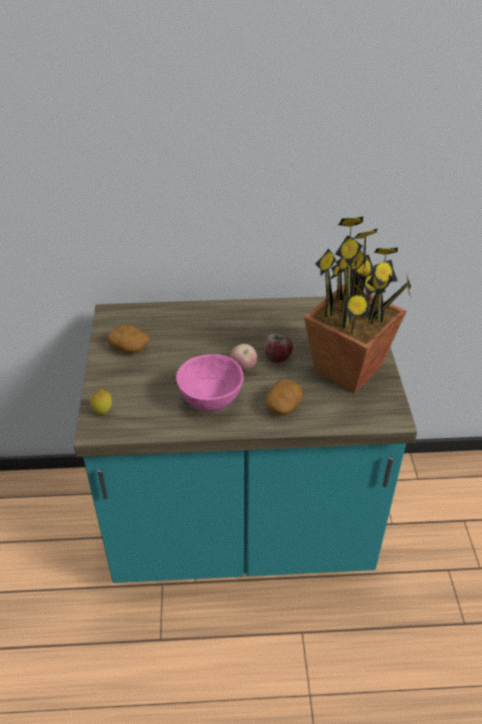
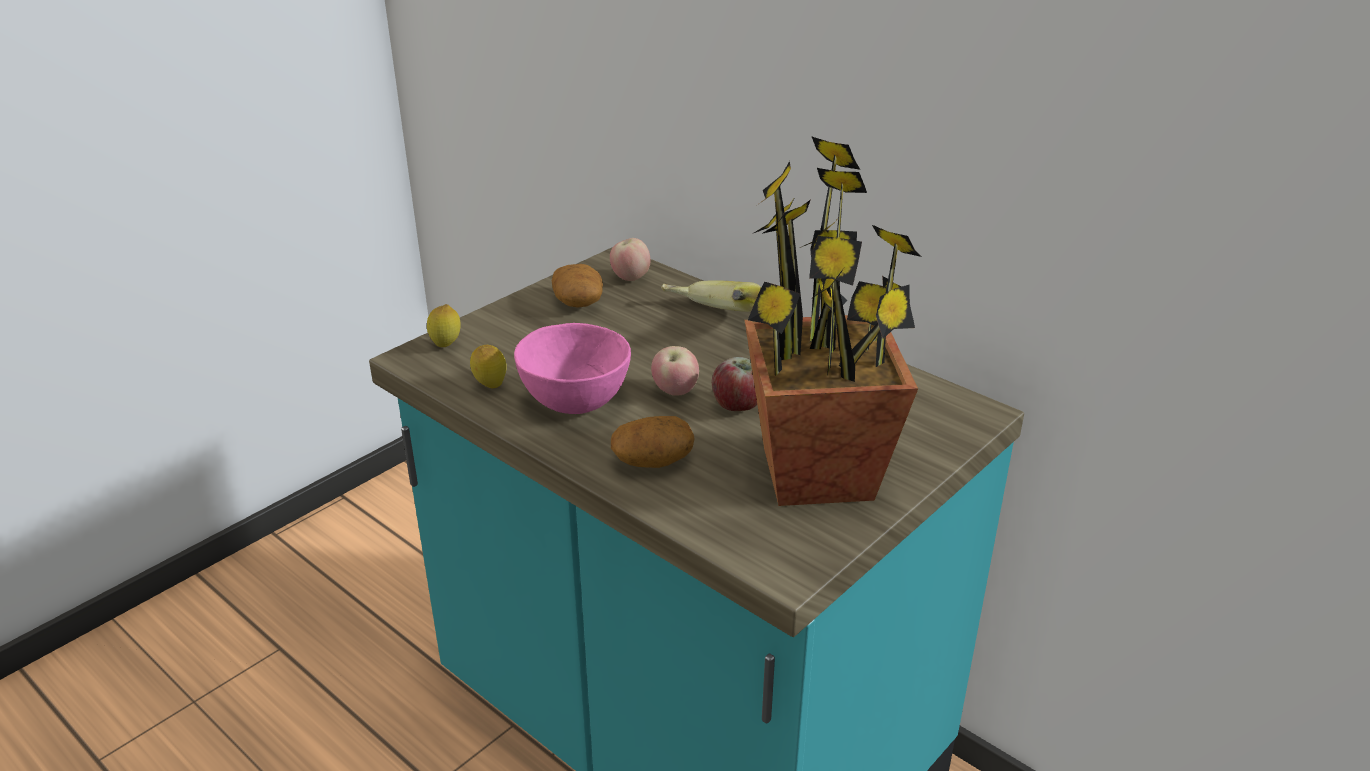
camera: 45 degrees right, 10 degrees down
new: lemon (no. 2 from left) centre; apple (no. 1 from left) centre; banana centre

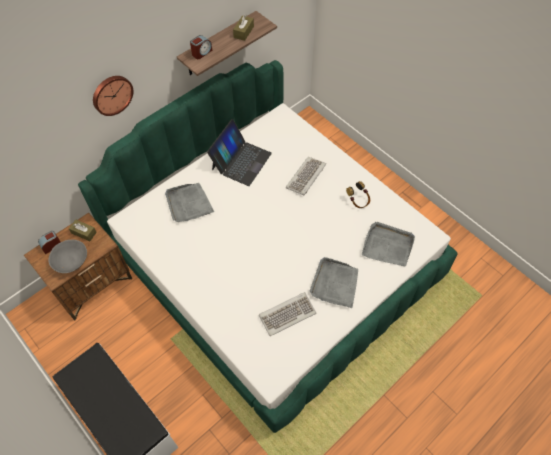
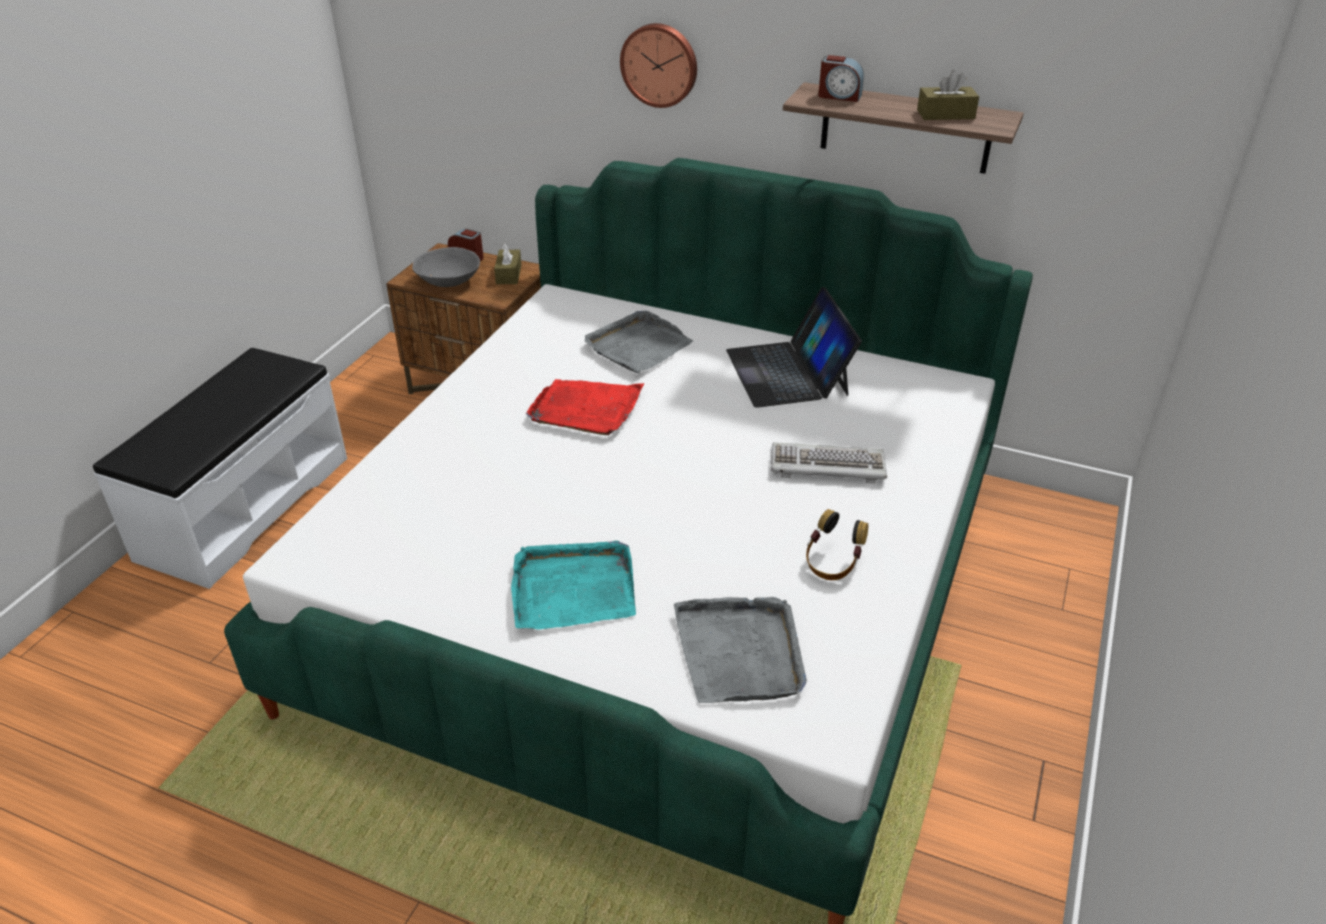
camera: 65 degrees right, 20 degrees down
gone: keyboard (no. 1 from left) bottom centre
new: red tray centre
repainted: grey tray (no. 2 from left) centre to turquoise tray centre
rotated: laptop centre = centre 75 degrees clockwise

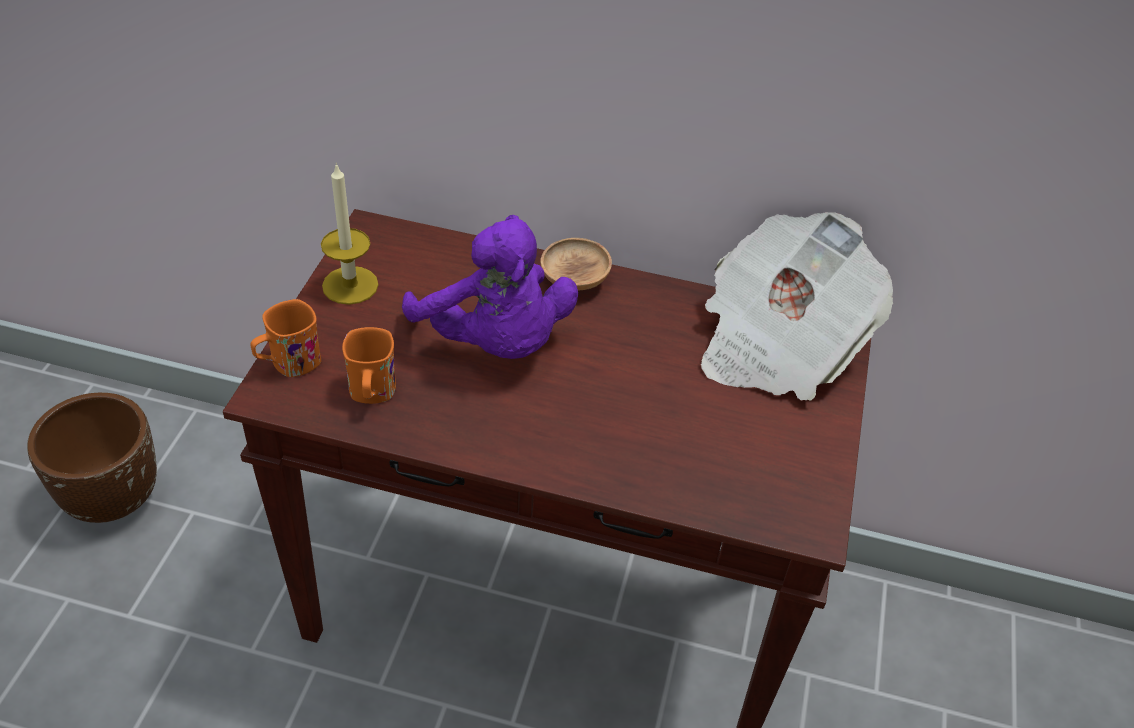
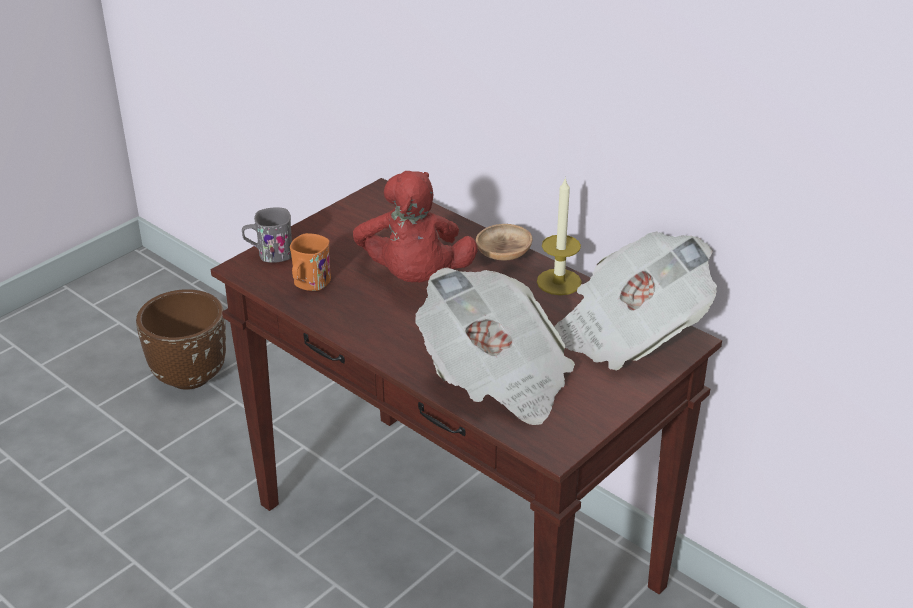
camera: 30 degrees right, 10 degrees down
new: newspaper (no. 1 from left) centre
shifted: candle top left to centre
repainted: orange mug (no. 1 from left) middle left to grey mug middle left; purple plush toy centre to red plush toy centre

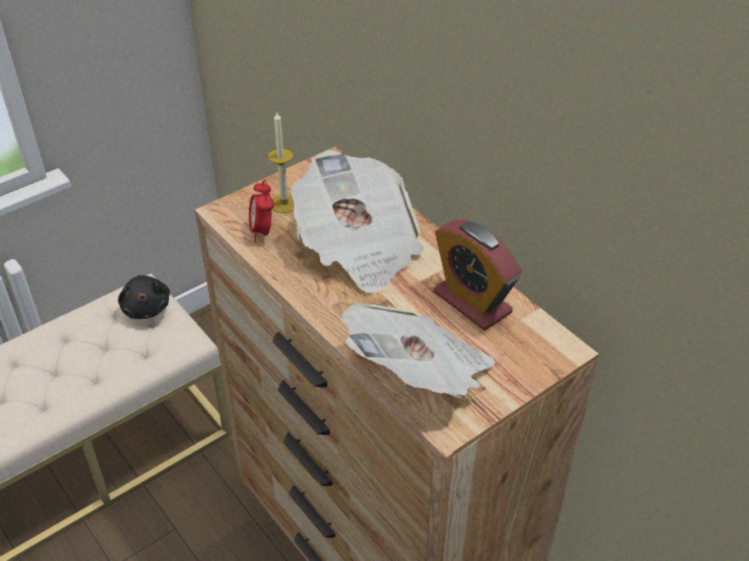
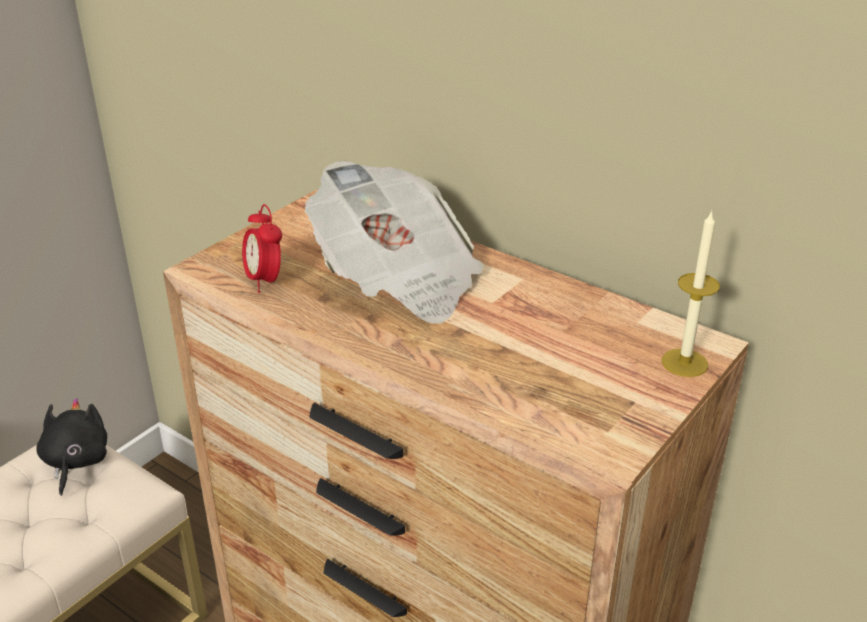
camera: 15 degrees left, 10 degrees down
gone: newspaper (no. 2 from left) centre; alarm clock (no. 2 from left) centre
shifted: candle top centre to middle right
rotated: black plush toy middle left = bottom left 150 degrees counterclockwise

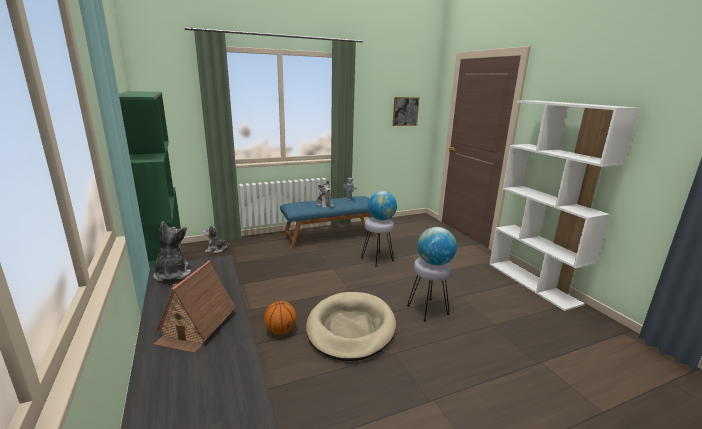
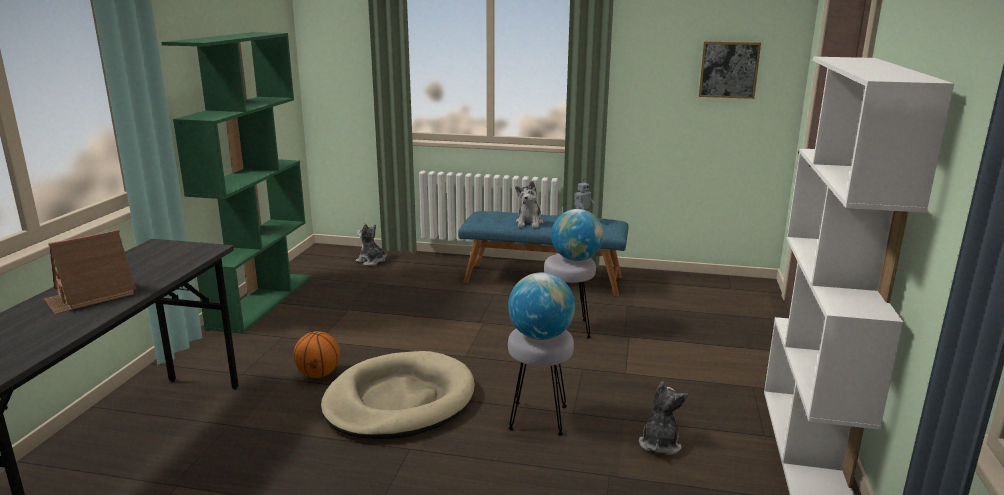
camera: 35 degrees right, 0 degrees up
shifted: plush toy (no. 1 from left in the first image) middle left to plush toy (no. 3 from left) bottom centre

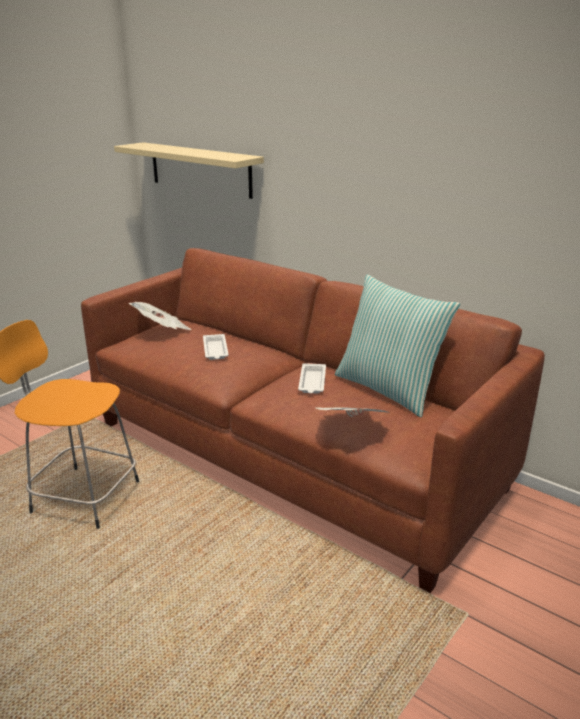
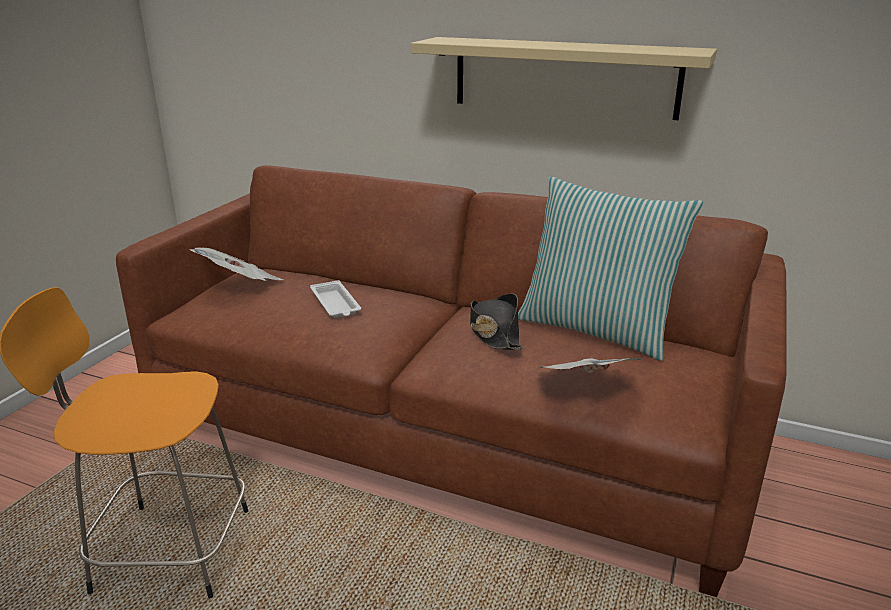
camera: 15 degrees left, 0 degrees up
shifted: beige shelf top left to top centre
swapped: white tray (no. 2 from left) centre to black hat centre

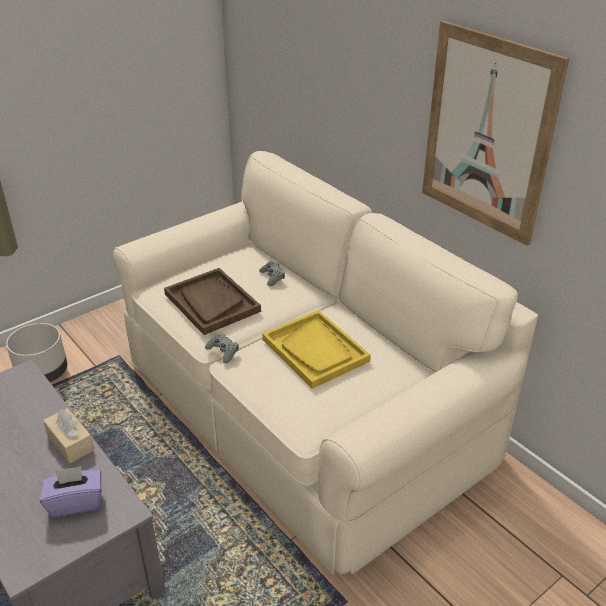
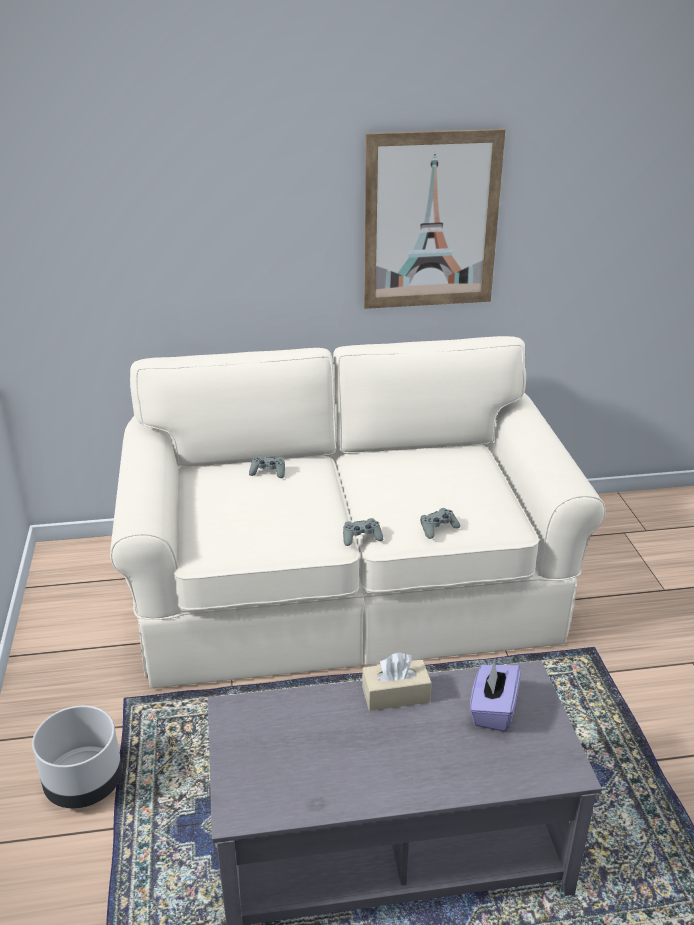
camera: 60 degrees left, 5 degrees down
gone: brown tray centre; yellow tray centre
new: grey game controller (no. 3 from left) centre

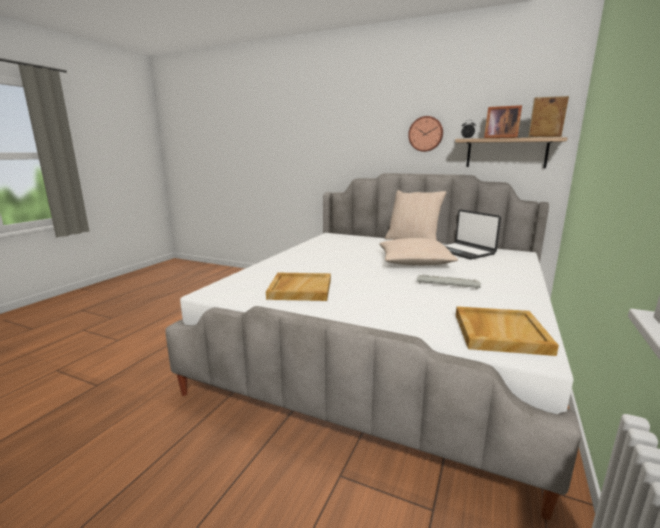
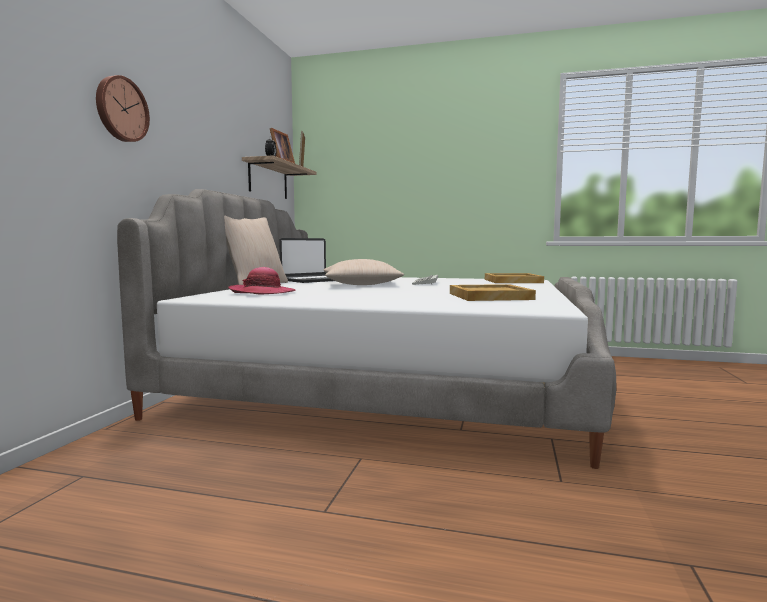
camera: 100 degrees left, 10 degrees down
new: hat centre
shifted: wall clock top centre to top left

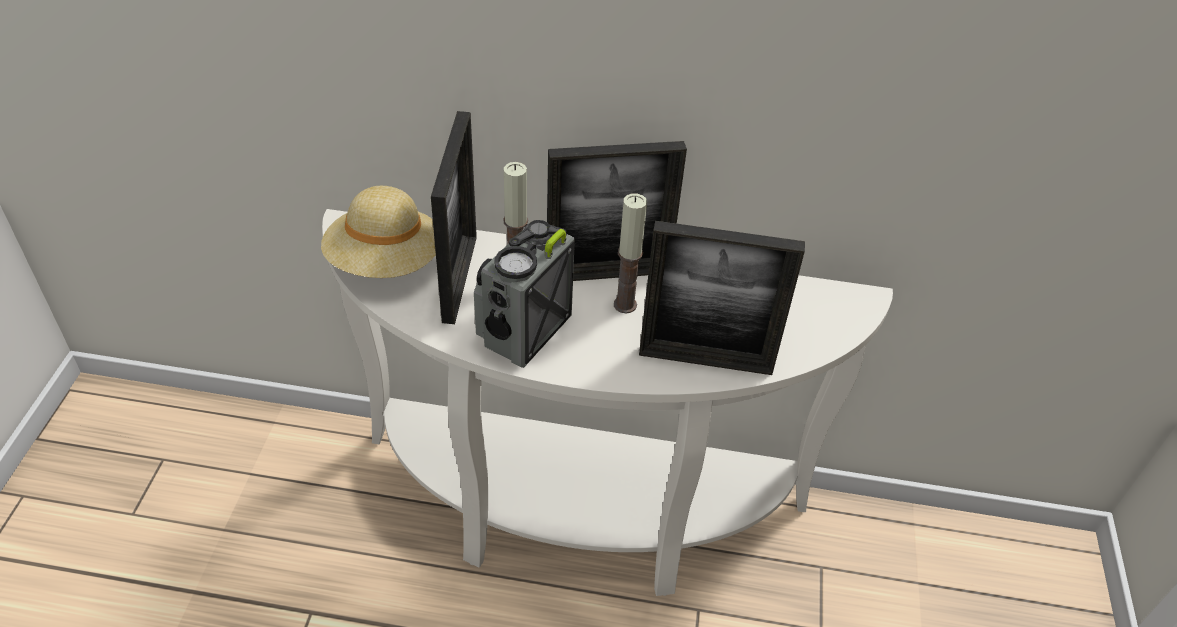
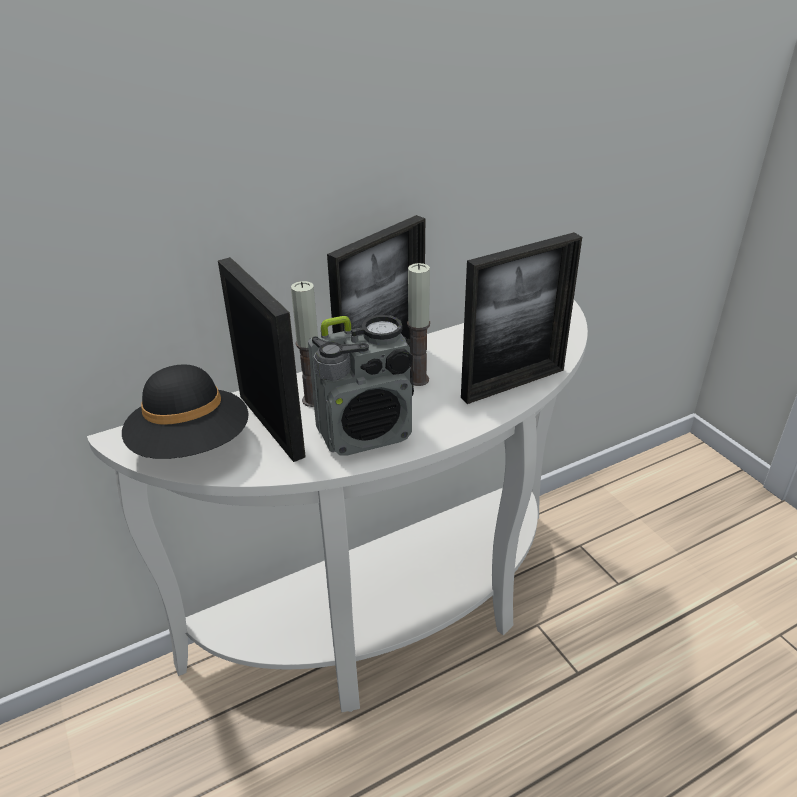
camera: 35 degrees left, 10 degrees down
repainted: beige hat middle left to black hat middle left
rotated: radio centre = centre 105 degrees counterclockwise

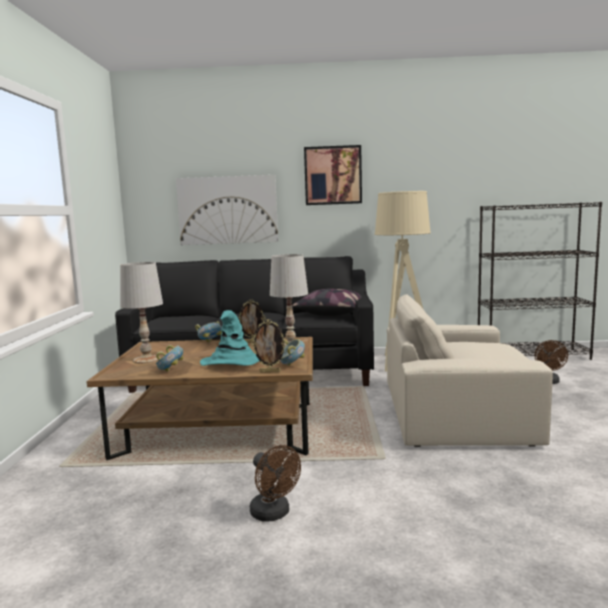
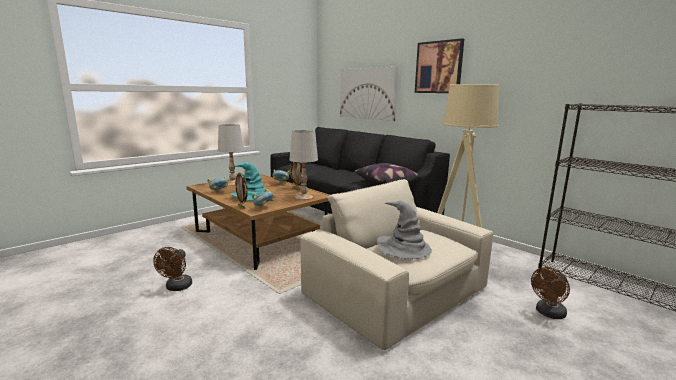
camera: 45 degrees right, 5 degrees up
new: grey hat centre

